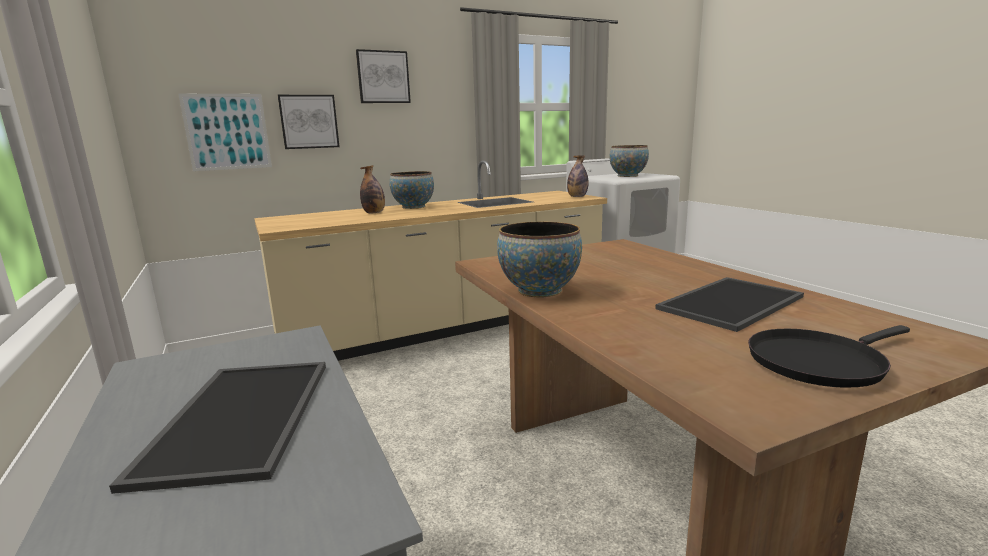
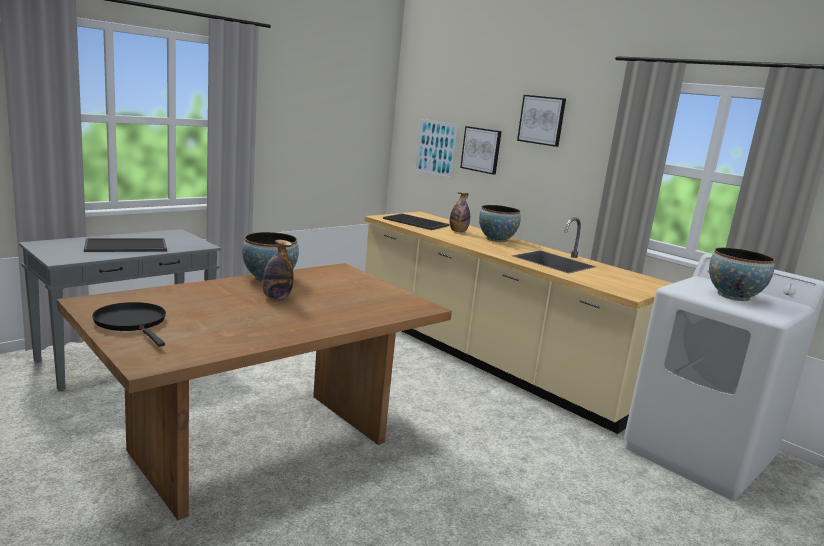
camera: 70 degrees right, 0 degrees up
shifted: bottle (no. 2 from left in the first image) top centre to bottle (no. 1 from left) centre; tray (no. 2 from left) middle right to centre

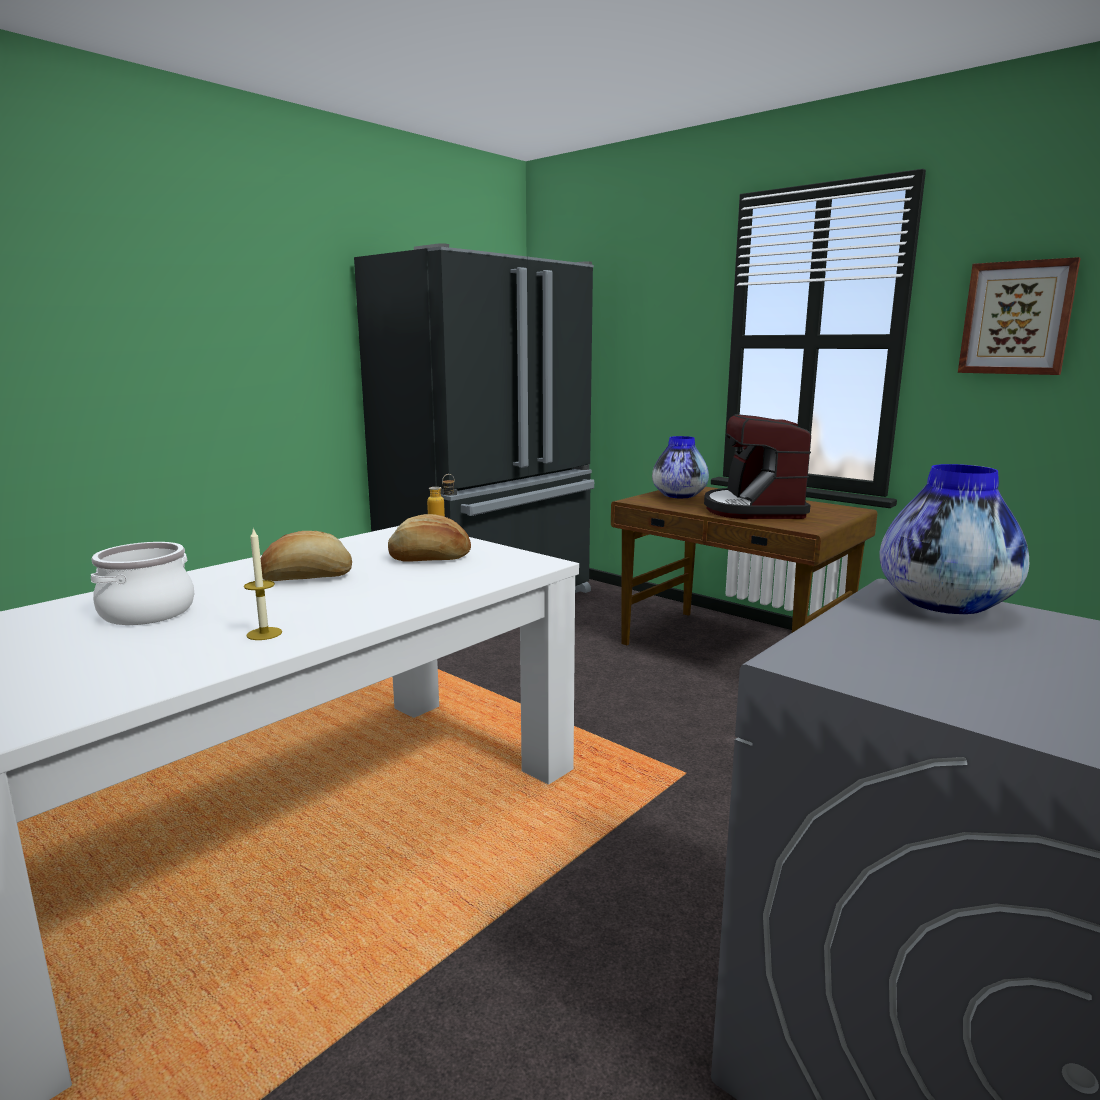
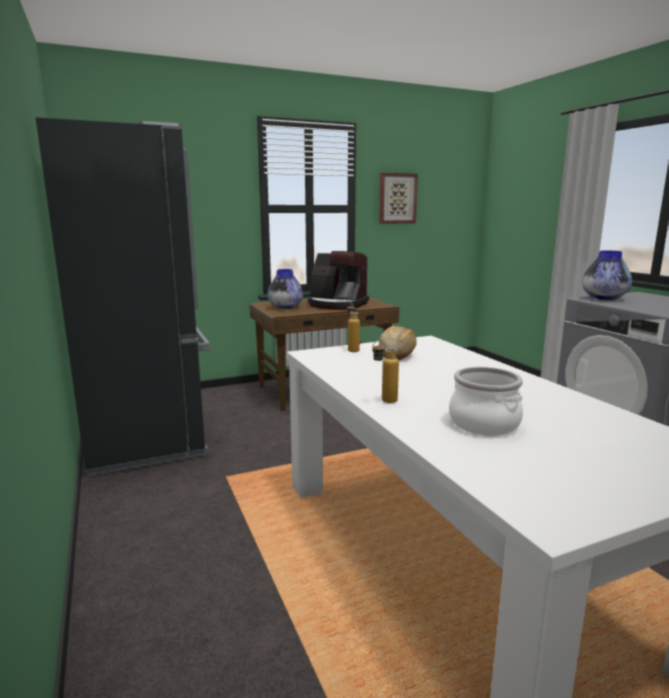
camera: 65 degrees left, 0 degrees up
gone: candle middle left; bread (no. 1 from left) middle left
new: bottle (no. 2 from left) centre

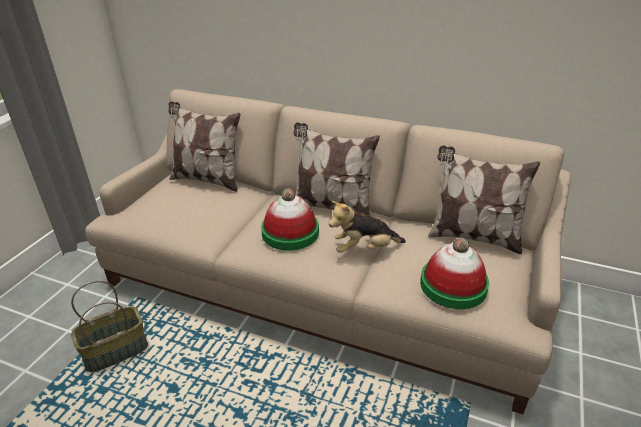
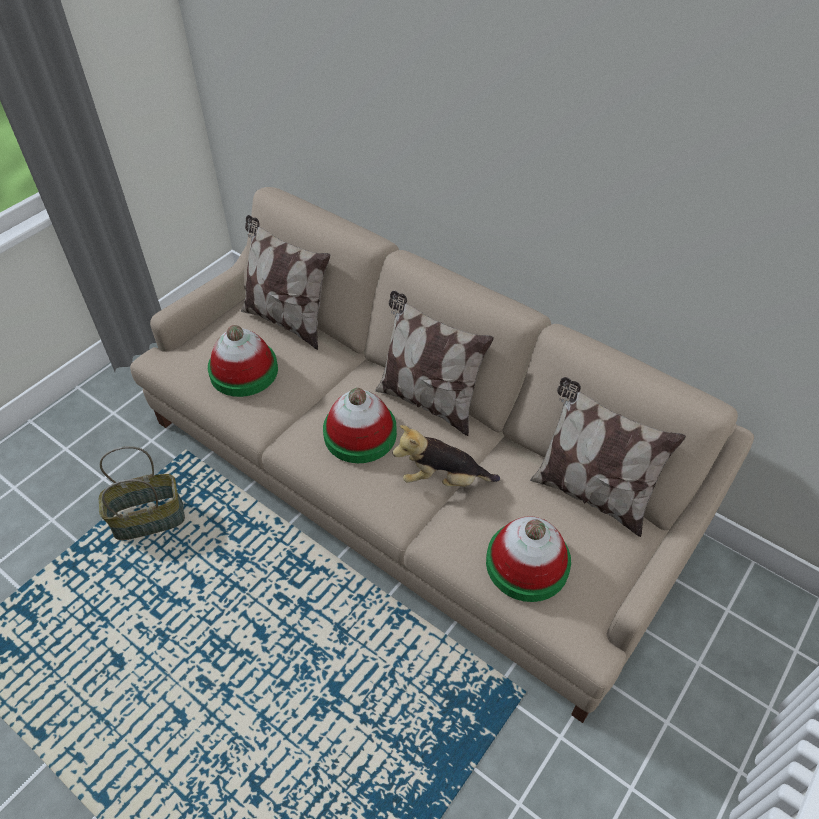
camera: 15 degrees right, 15 degrees up
new: hat (no. 1 from left) middle left

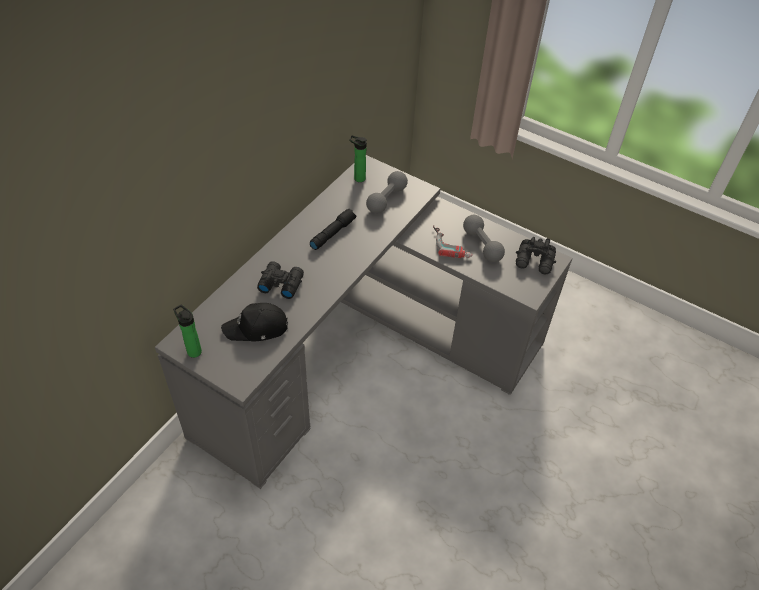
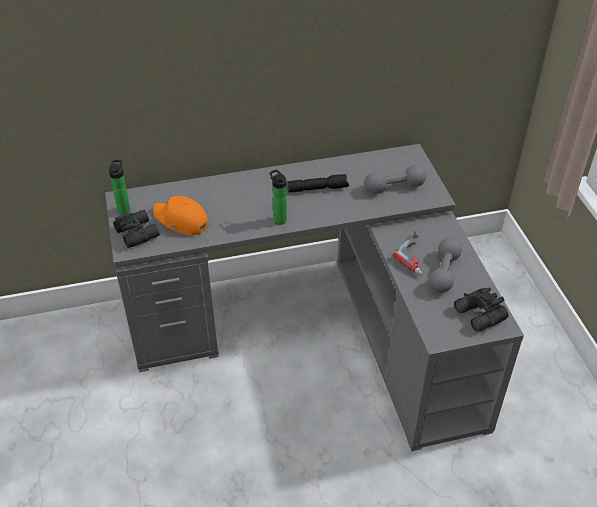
camera: 45 degrees right, 5 degrees down
shifted: black binoculars (no. 1 from left) centre to middle left; bottle (no. 2 from left) top centre to centre
repainted: black cap centre to orange cap middle left

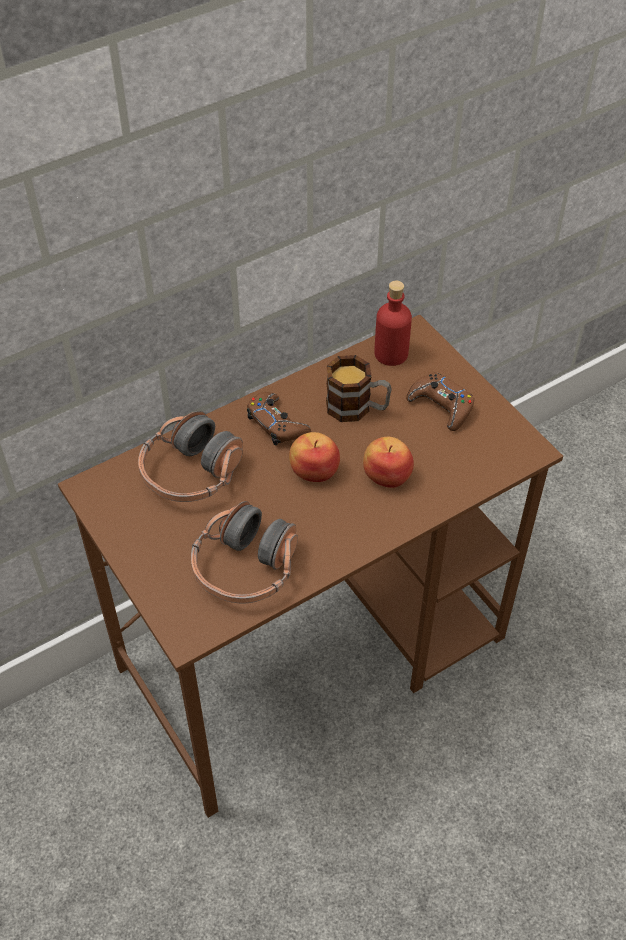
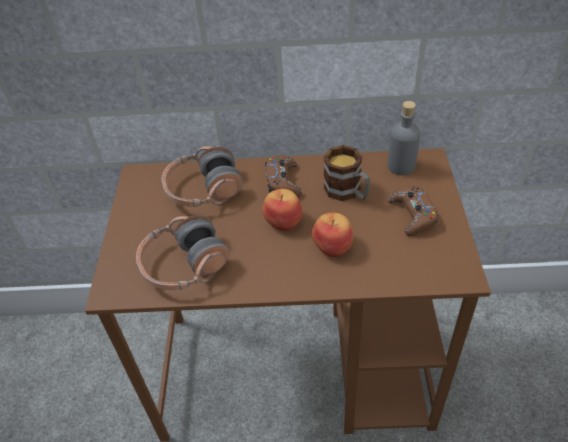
camera: 35 degrees right, 5 degrees down
repainted: red bottle centre to grey bottle top right

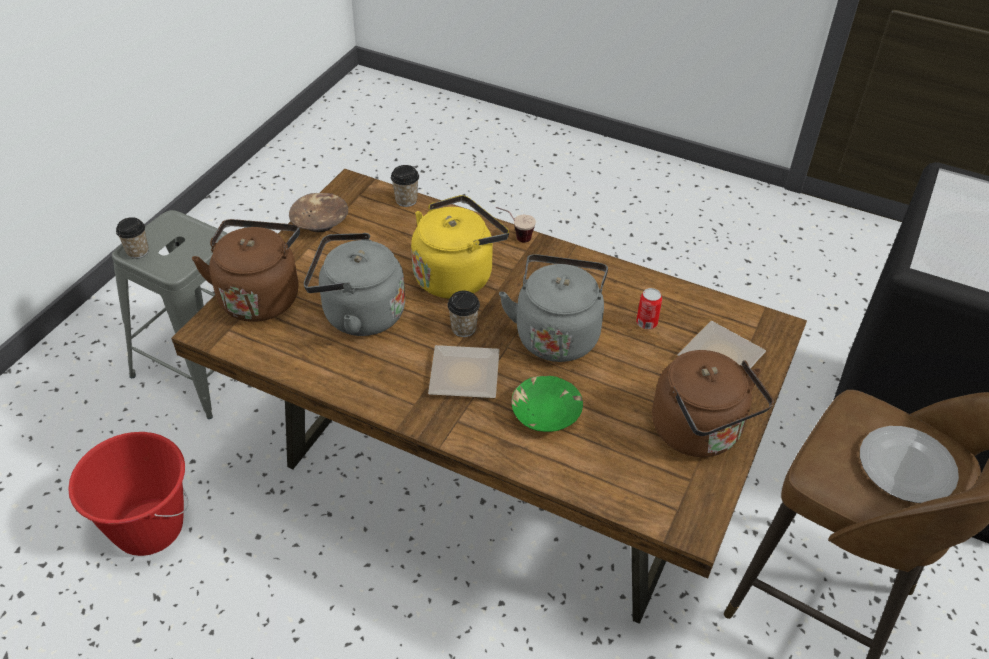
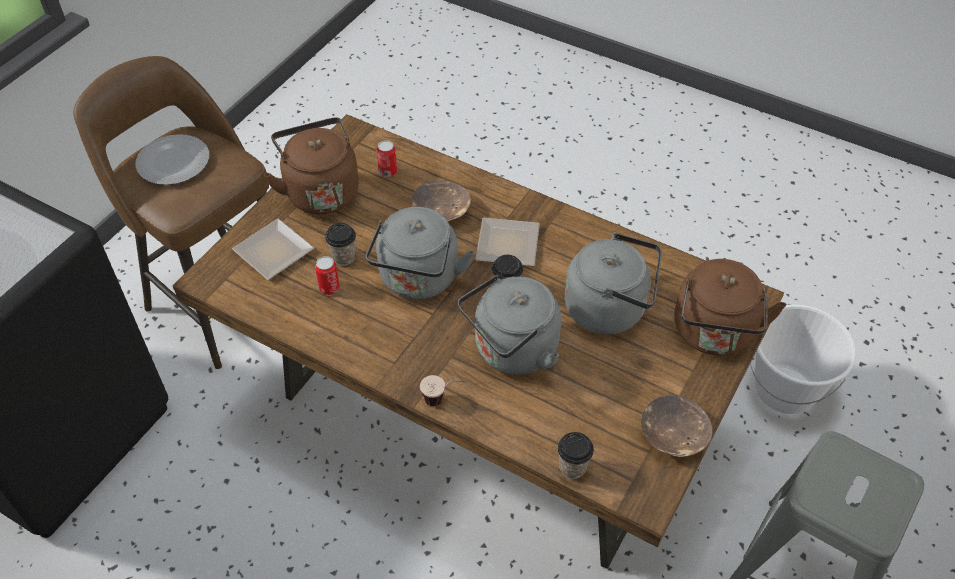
camera: 175 degrees left, 5 degrees up
new: can (no. 2 from left) top centre
shifted: cup (no. 1 from left) middle left to centre
repainted: red bucket bottom left to white bucket middle right; yellow kettle centre to grey kettle (no. 2 from left) centre; green bowl centre to brown bowl (no. 1 from left) centre

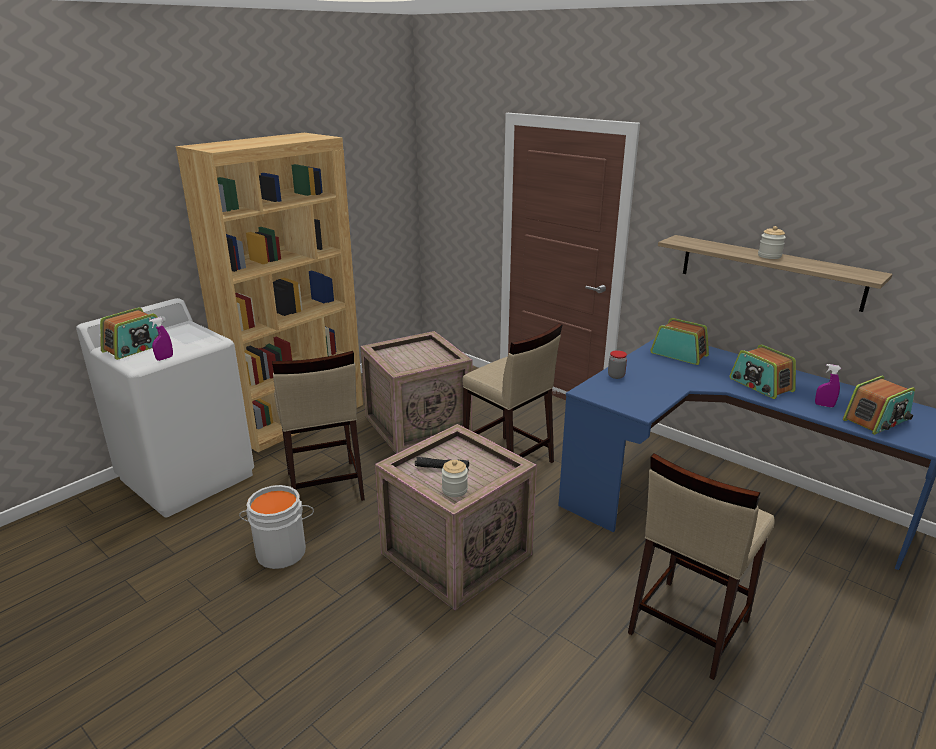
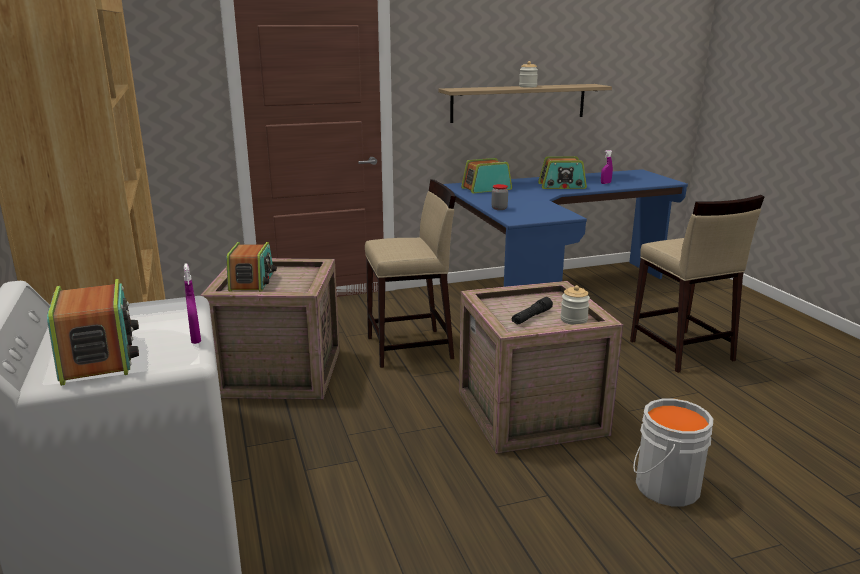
camera: 60 degrees left, 5 degrees down
gone: beige stool (no. 1 from left) centre
shifted: grey bucket bottom left to bottom right; radio (no. 4 from left in the first image) middle right to radio (no. 2 from left) middle left

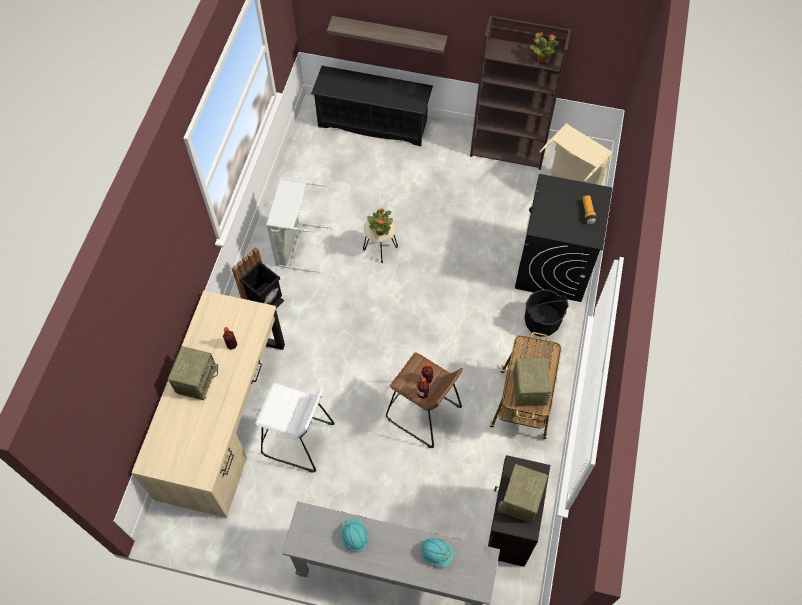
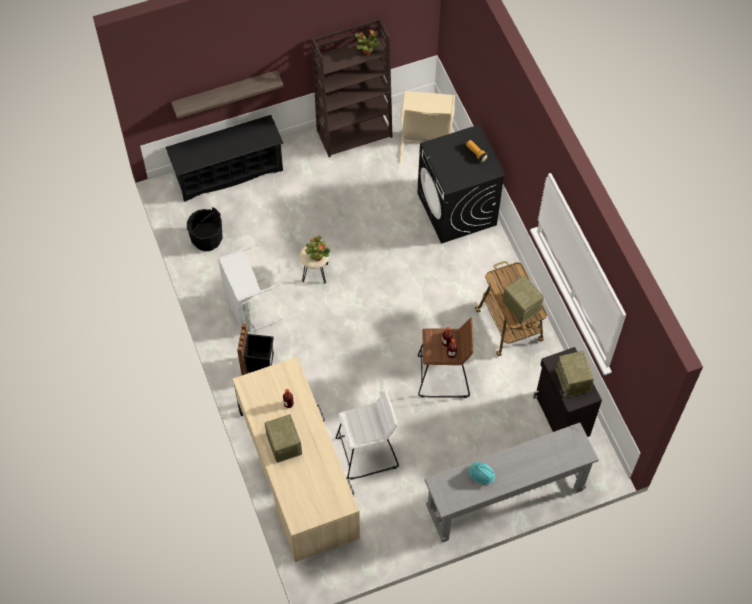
camera: 35 degrees left, 0 degrees up
gone: turquoise hard hat (no. 2 from left) bottom centre
shifted: black bucket middle right to middle left

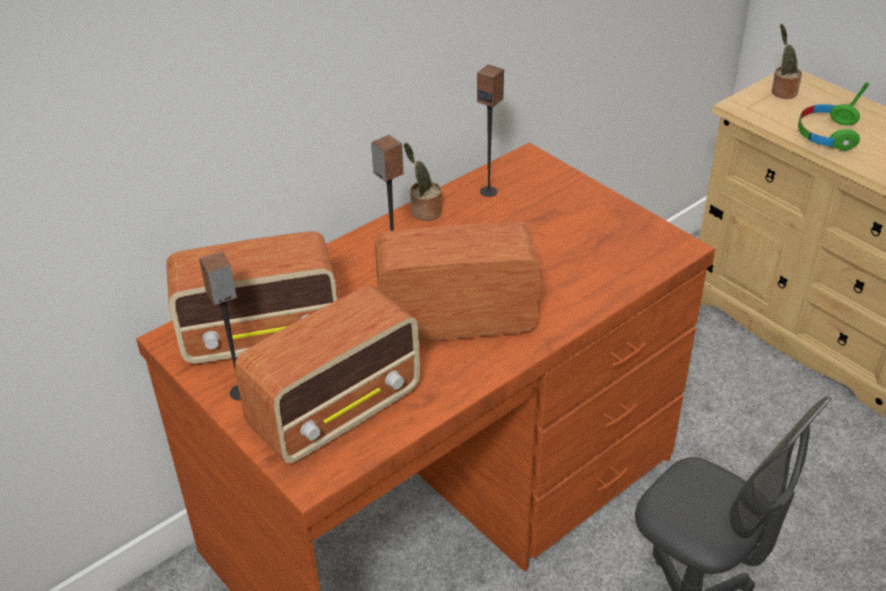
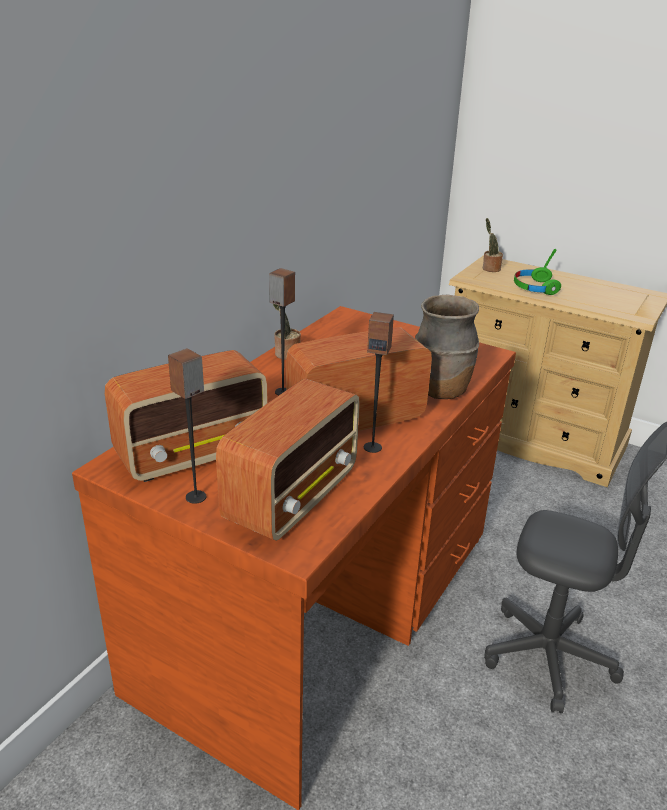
camera: 20 degrees left, 10 degrees down
new: brown vase middle right
shifted: speaker (no. 3 from left) top centre to centre

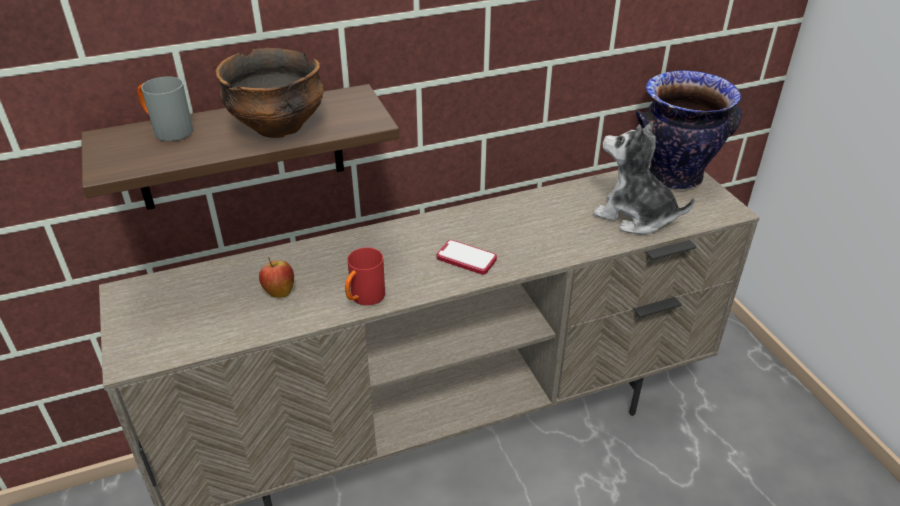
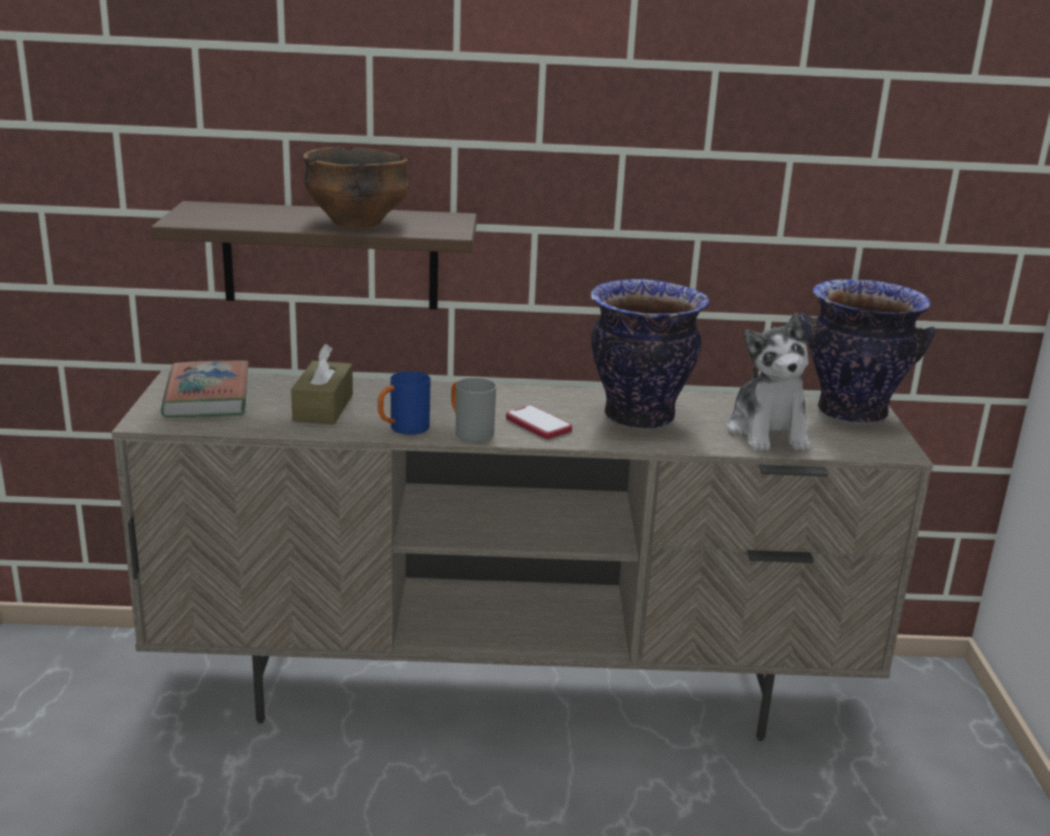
camera: 20 degrees right, 15 degrees down
new: book middle left; vase (no. 1 from left) centre
shifted: grey mug top left to centre
swapped: apple middle left to brown tissue box middle left
repainted: red mug centre to blue mug centre
rotated: plush toy middle right = middle right 150 degrees counterclockwise

